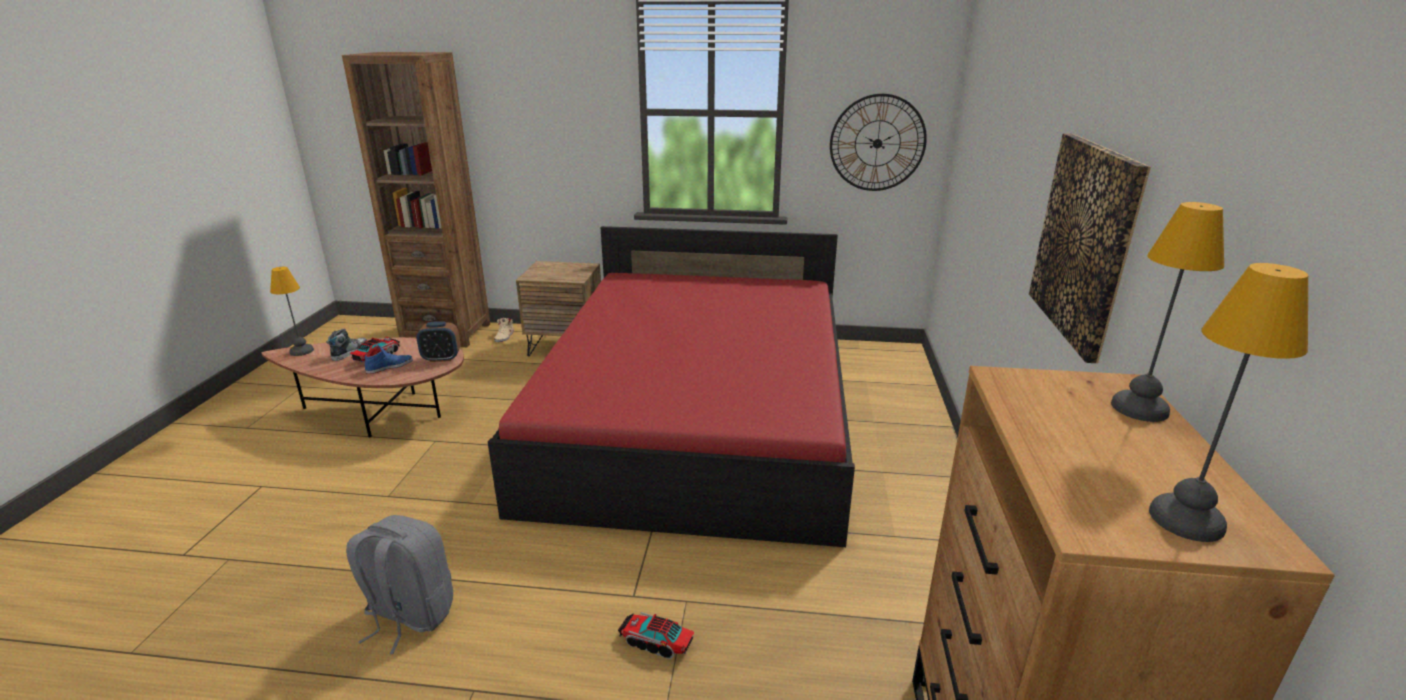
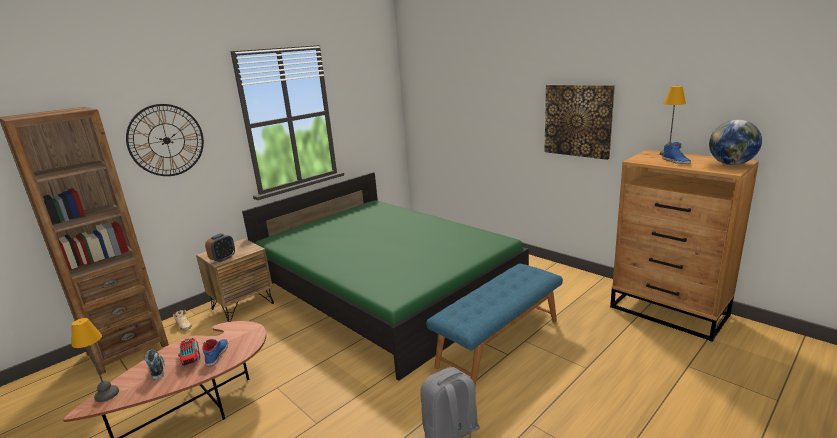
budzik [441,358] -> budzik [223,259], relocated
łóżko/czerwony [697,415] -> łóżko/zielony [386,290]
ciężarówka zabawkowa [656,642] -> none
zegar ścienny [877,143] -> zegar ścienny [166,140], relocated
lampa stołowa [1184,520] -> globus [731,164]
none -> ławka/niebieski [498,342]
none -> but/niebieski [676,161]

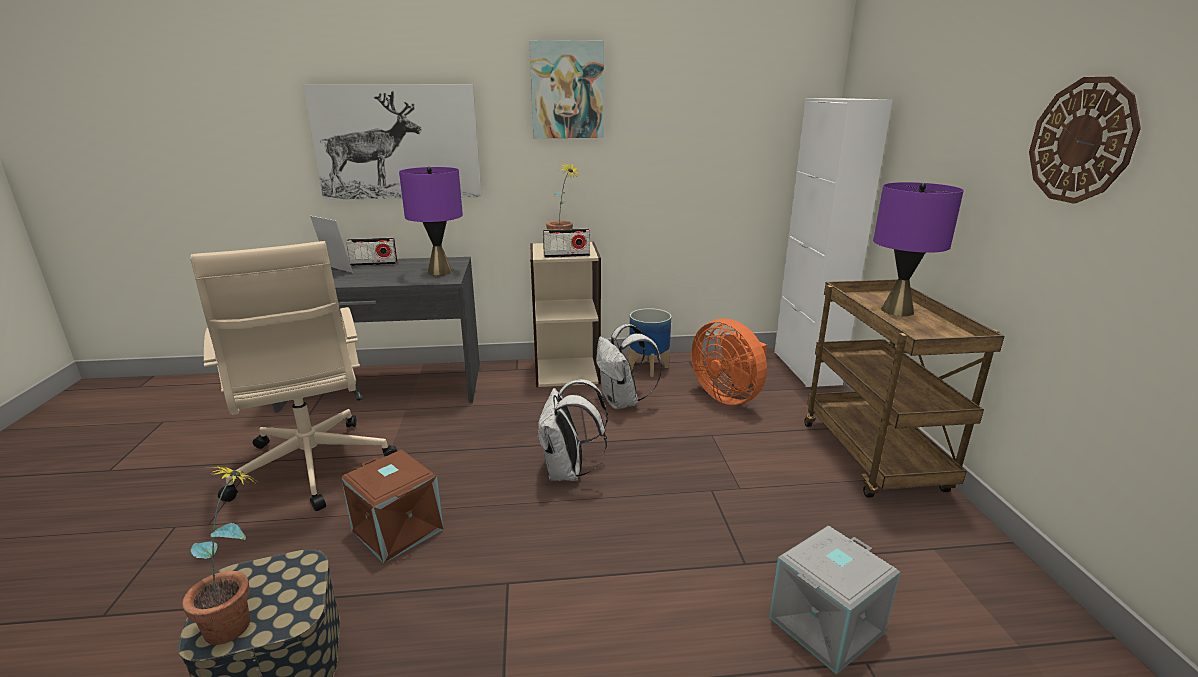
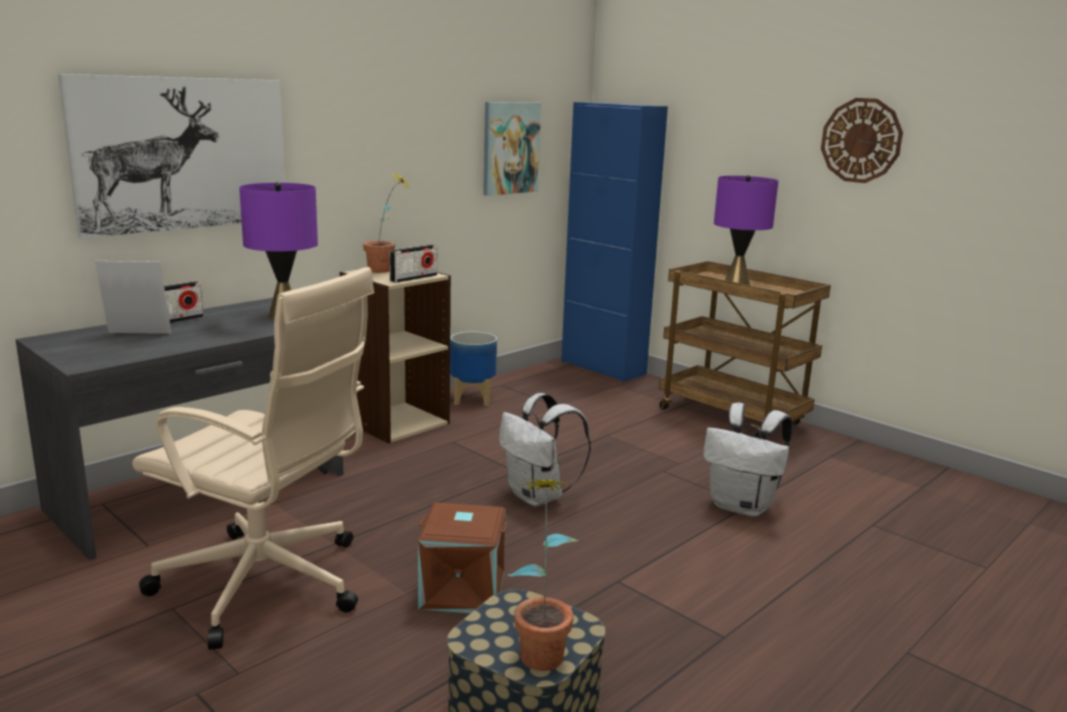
obraz [567,90] -> obraz [510,148], relocated
plecak/biały [623,402] -> plecak/biały [743,507], relocated
wentylator/pomarańczowy [729,396] -> none
pojemnik do przechowywania/szary [827,627] -> none
szafka/biały [806,368] -> szafka/niebieski [603,367]

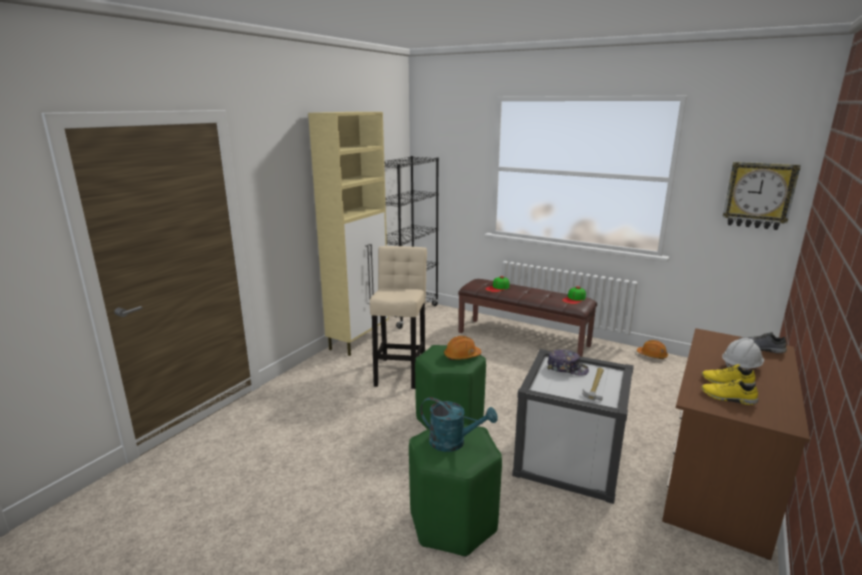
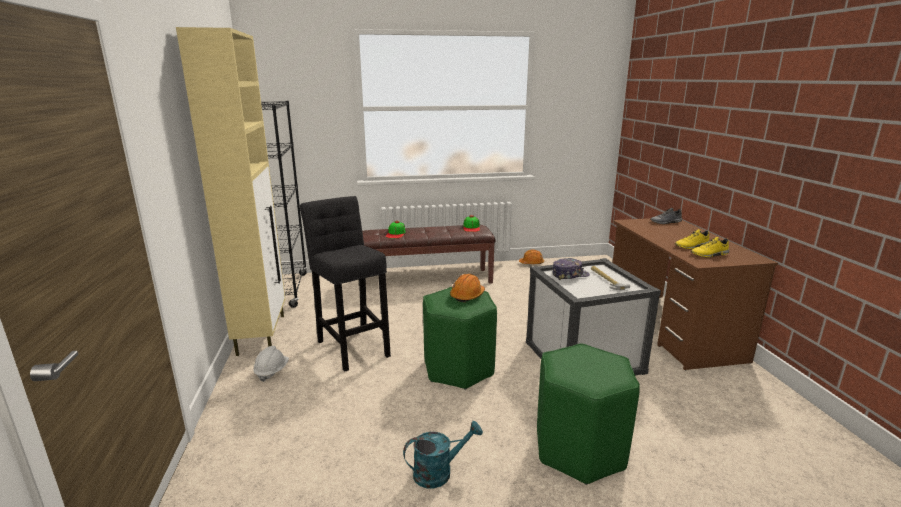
stołek/beżowy [400,371] -> stołek/czarny [352,346]
konewka/turkusowy [453,442] -> konewka/turkusowy [439,472], relocated
kask/biały [740,367] -> kask/biały [272,371], relocated
zegar ścienny [759,195] -> none

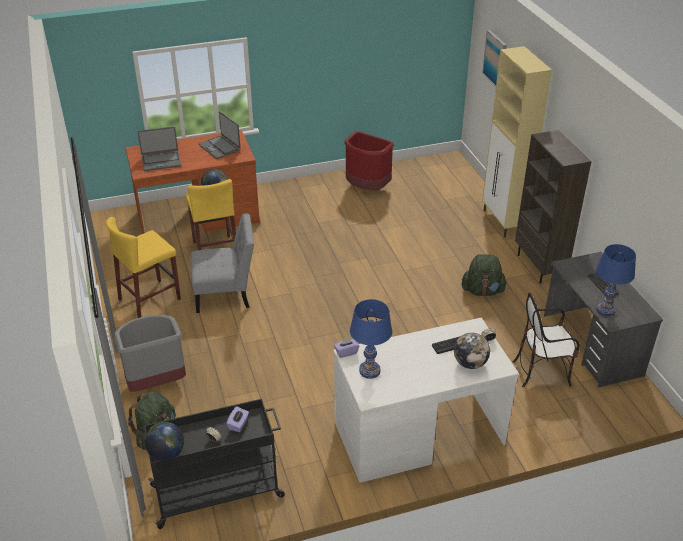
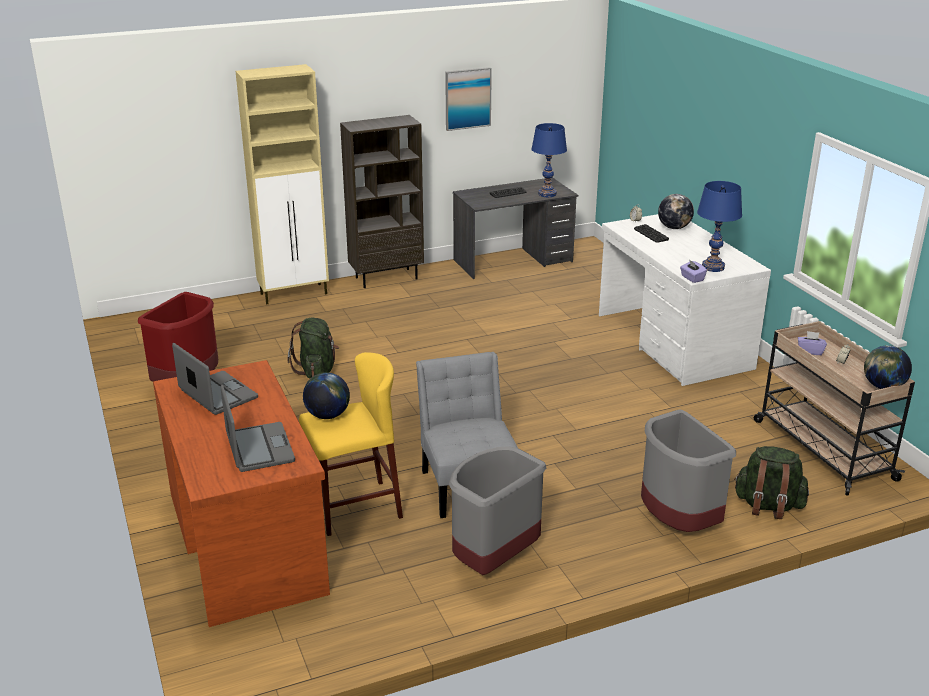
stołek/żółty [149,299] -> kosz na śmieci/szary [493,560]
wózek/czarny [219,491] -> wózek/beżowy [822,449]
laptop [220,147] -> laptop [217,394], 90 degrees counterclockwise
plecak/zielony [482,291] -> plecak/zielony [316,370], relocated
obraz [495,59] -> obraz [467,98], relocated
krzesło [542,371] -> none

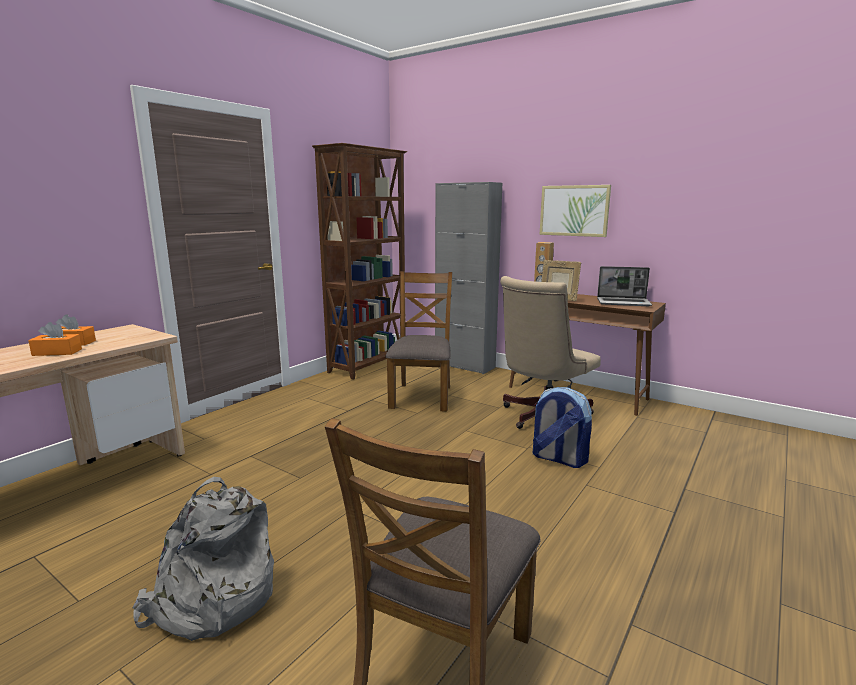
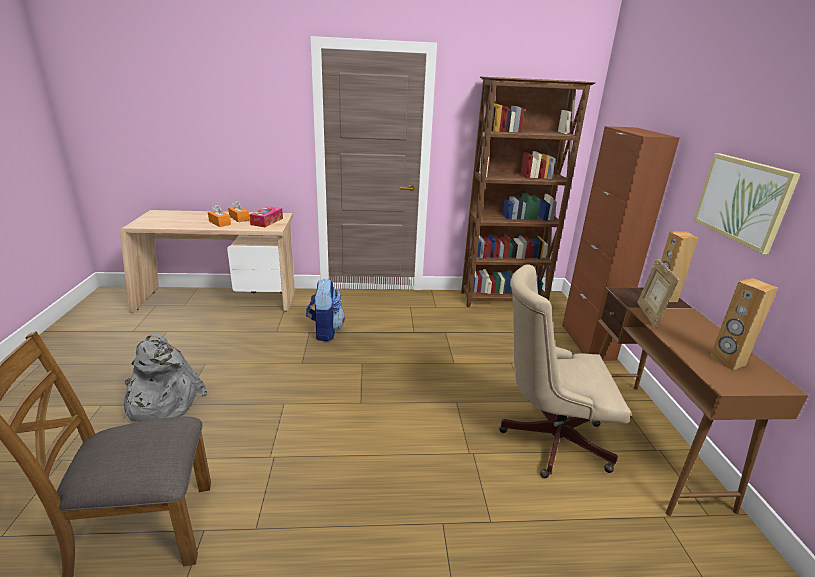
krzesło/brązowy [422,396] -> none
szafka/szary [464,365] -> szafka/brązowy [587,342]
plecak [558,458] -> plecak [325,331], relocated
laptop [624,303] -> głośnik/brązowy [727,361]
none -> pudełko chusteczek [267,221]

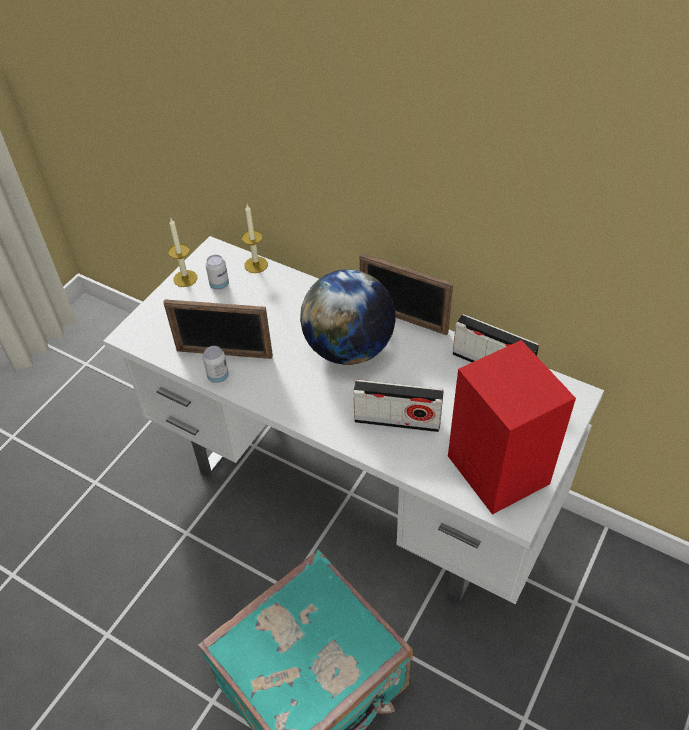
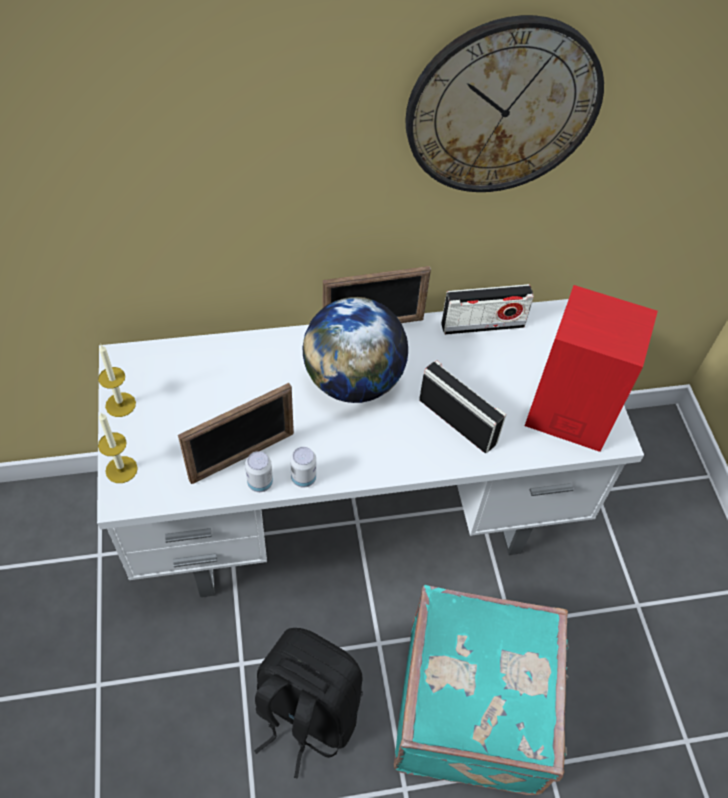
puszka [219,285] -> puszka [303,478], relocated
świeca [256,265] -> świeca [121,469], relocated
radio [397,420] -> radio [457,421], 105 degrees counterclockwise
none -> plecak/czarny [305,714]
none -> zegar ścienny [502,108]

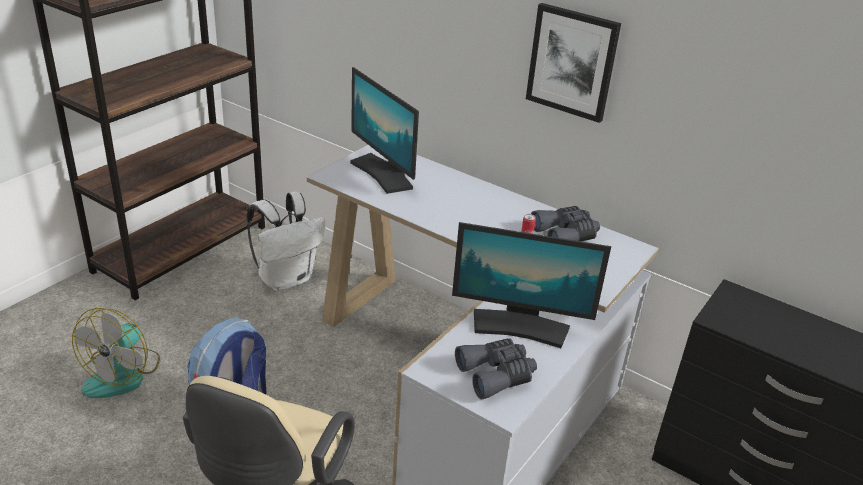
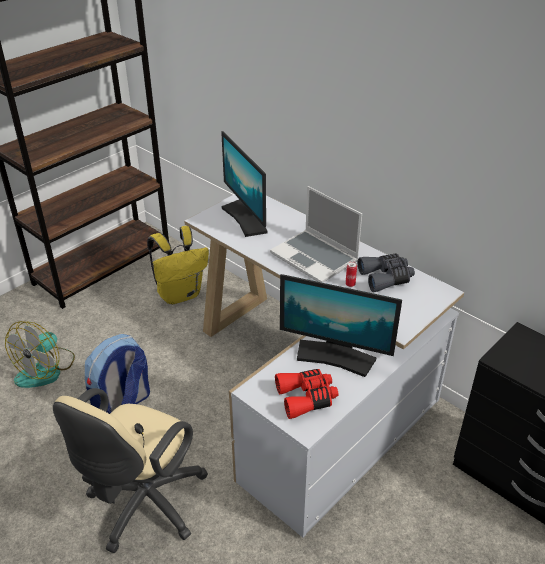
plecak/biały [286,278] -> plecak/żółty [180,294]
lornetka/szary [496,374] -> lornetka/czerwony [307,397]
obraz [572,62] -> none
none -> laptop [315,258]

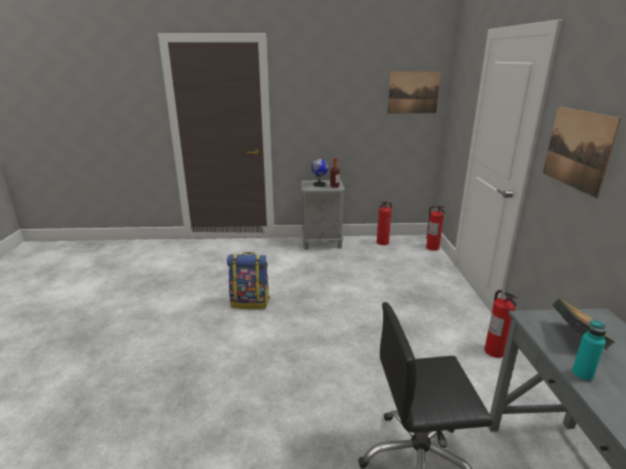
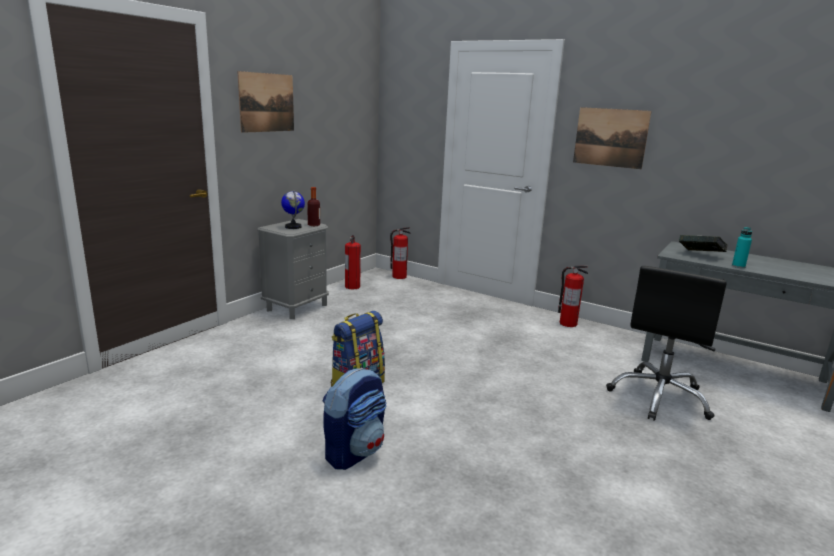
obraz [413,92] -> obraz [267,102], relocated
none -> plecak [354,452]

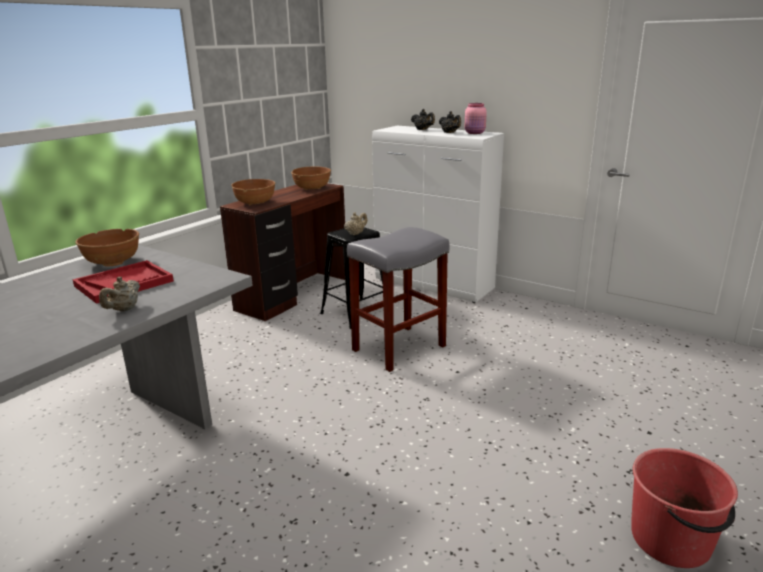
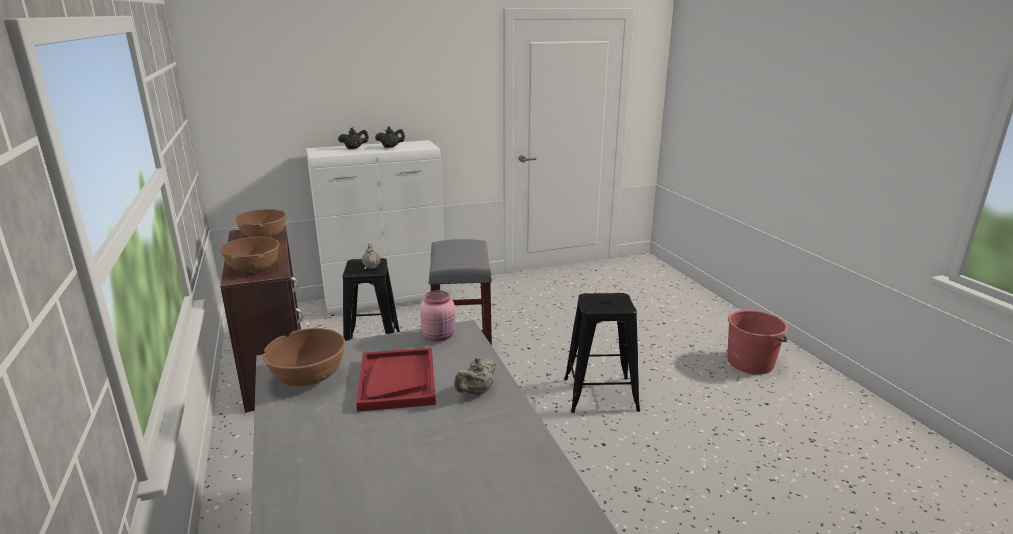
imbryk/beżowy [124,310] -> imbryk/beżowy [476,392], 75 degrees clockwise
słoik/różowy [475,133] -> słoik/różowy [439,336], relocated
none -> stołek/czarny [600,394]

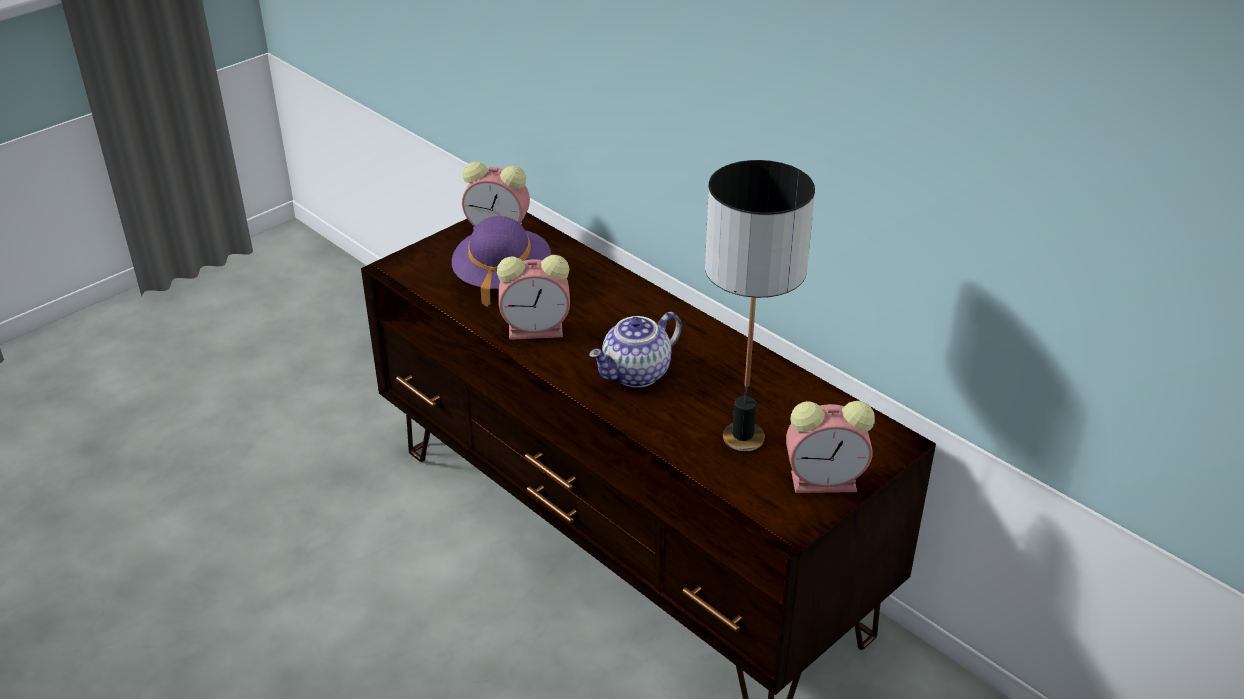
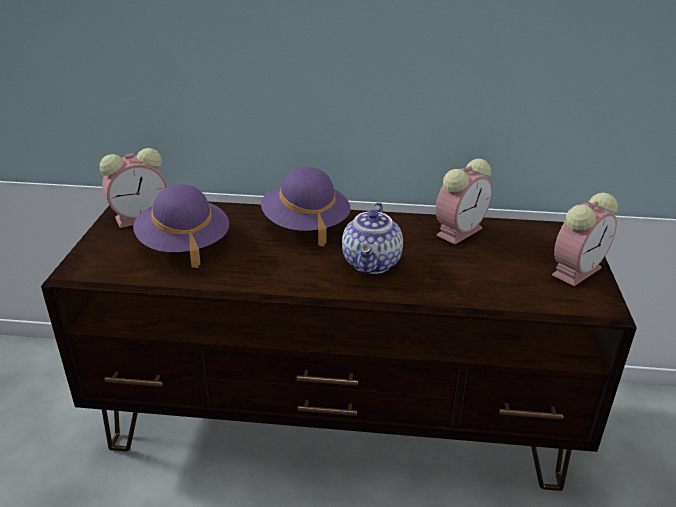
budzik [538,329] -> budzik [460,231], relocated
lampa stołowa [743,437] -> none
none -> kapelusz/fioletowy [305,225]

